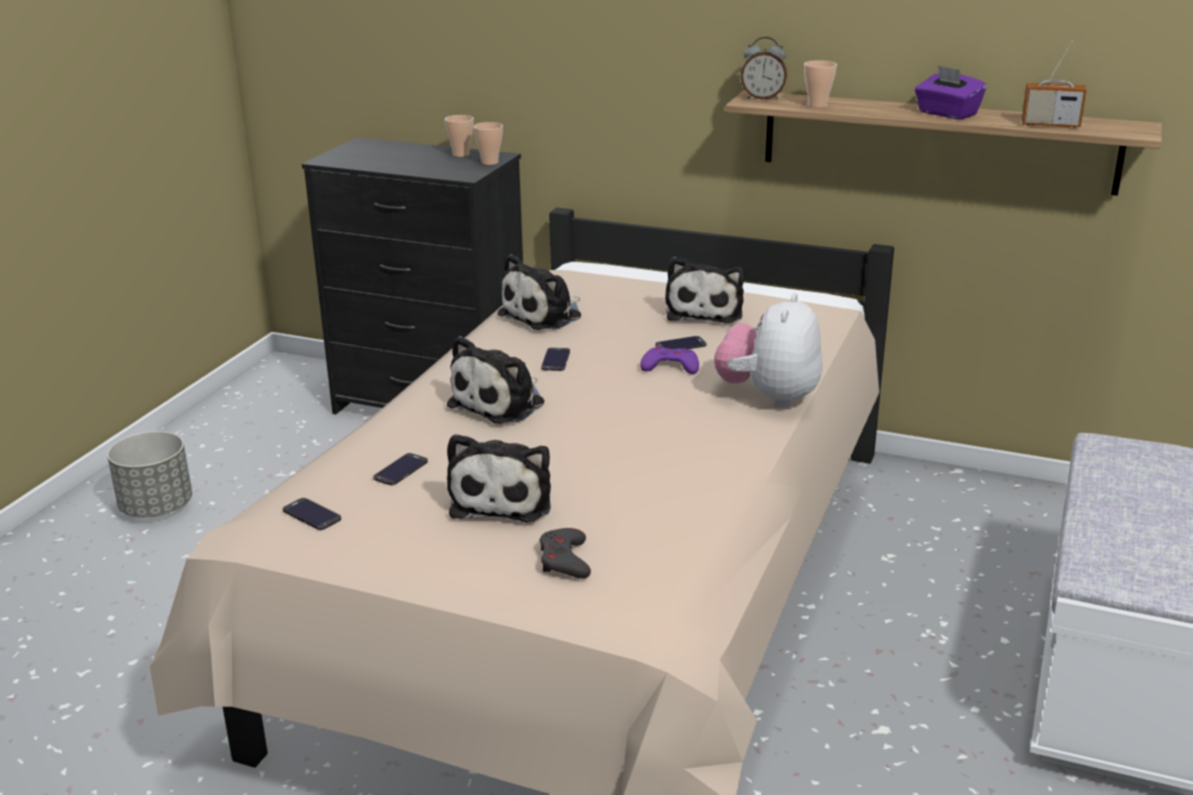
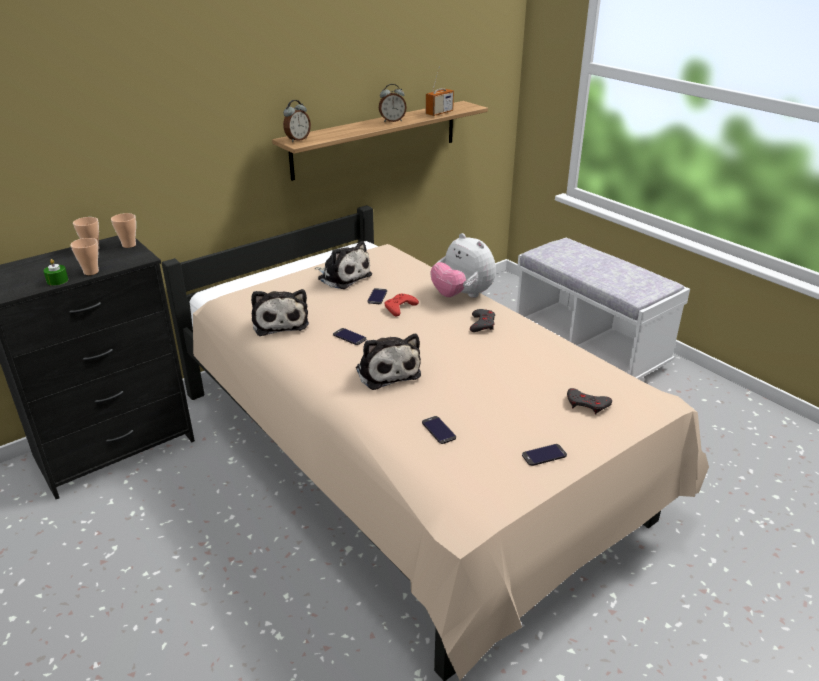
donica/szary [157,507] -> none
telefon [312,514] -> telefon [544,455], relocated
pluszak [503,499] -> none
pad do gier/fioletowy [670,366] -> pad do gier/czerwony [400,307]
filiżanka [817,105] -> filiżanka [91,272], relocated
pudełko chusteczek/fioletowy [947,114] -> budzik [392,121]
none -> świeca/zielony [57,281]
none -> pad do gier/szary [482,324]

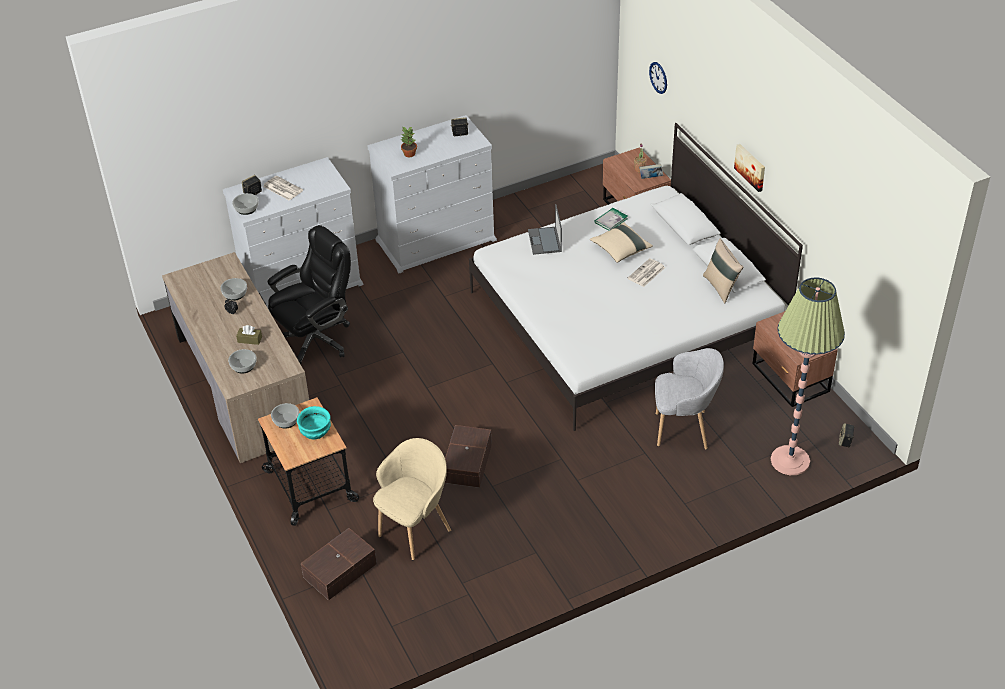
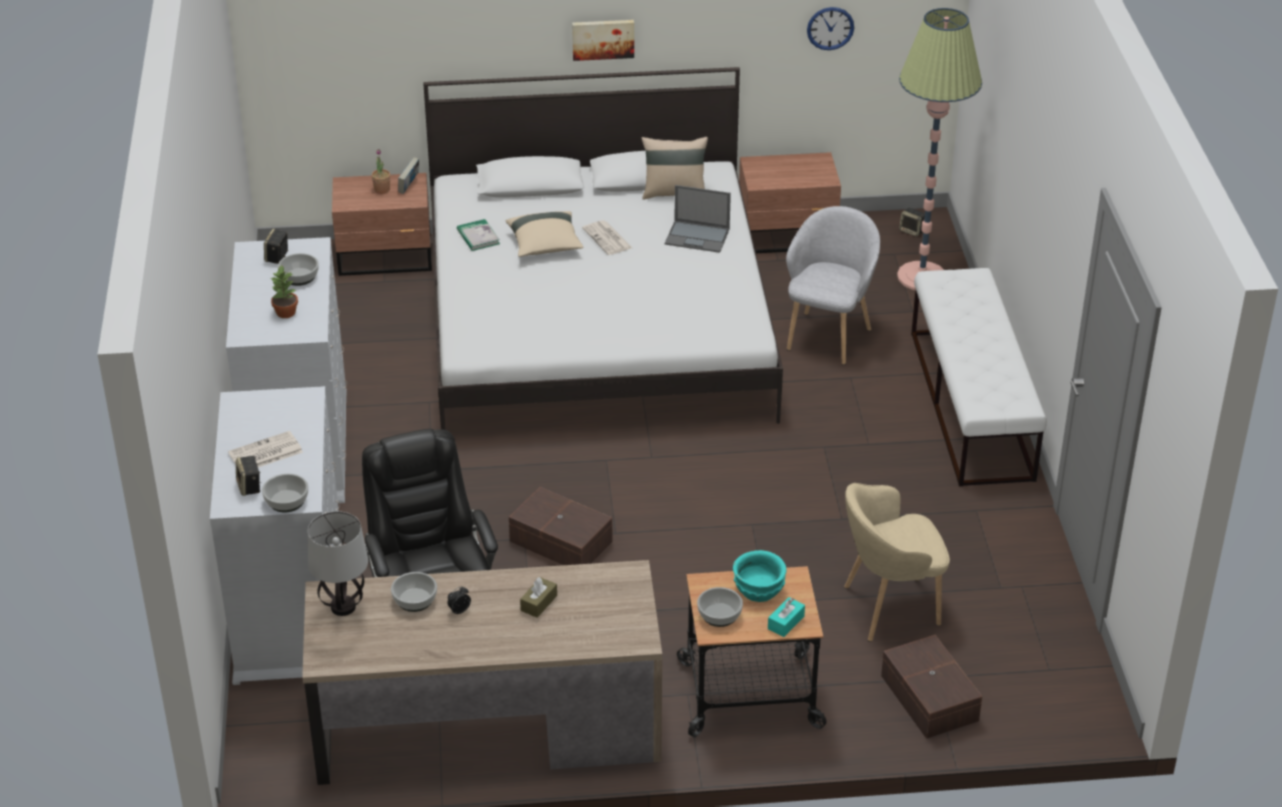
miska [244,366] -> miska [300,276], relocated
fotel/beżowy [415,530] -> fotel/beżowy [888,608], 75 degrees counterclockwise
pojemnik do przechowywania/brązowy [466,463] -> pojemnik do przechowywania/brązowy [561,543], relocated
laptop [545,241] -> laptop [698,237], relocated
zegar ścienny [658,77] -> zegar ścienny [830,28], relocated
none -> lampa stołowa [343,606]
none -> pudełko chusteczek/turkusowy [786,622]
none -> ławka/biały [971,405]

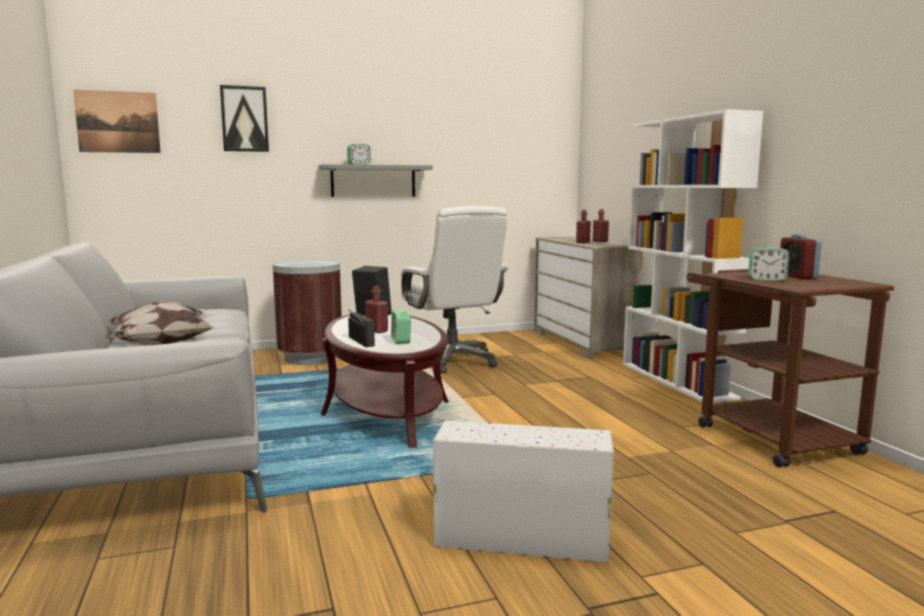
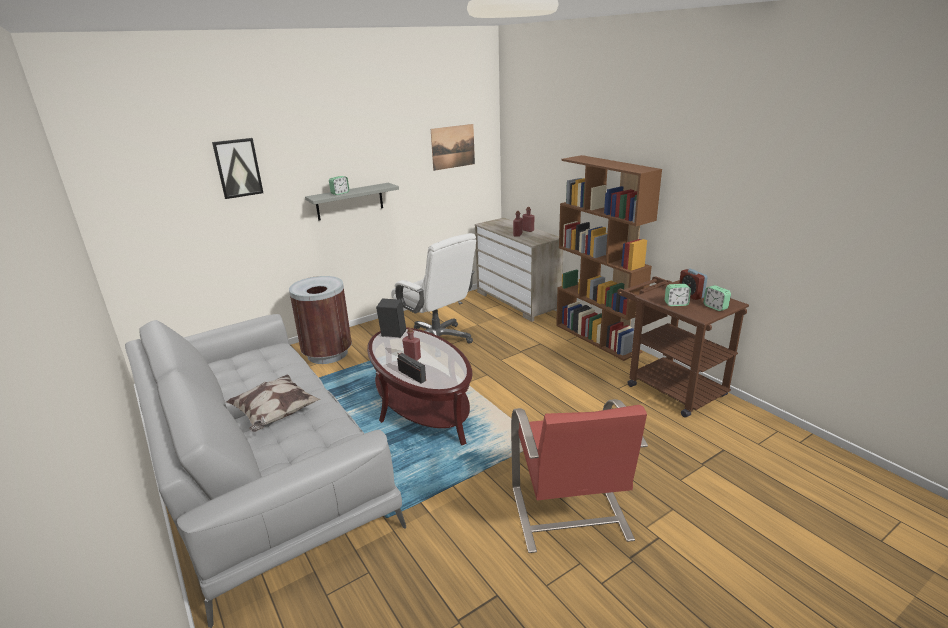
obraz [118,122] -> obraz [453,147], relocated
budzik [401,341] -> budzik [715,307], relocated
pojemnik do przechowywania/biały [519,539] -> fotel/czerwony [570,514]
regał/biały [677,380] -> regał/brązowy [598,338]

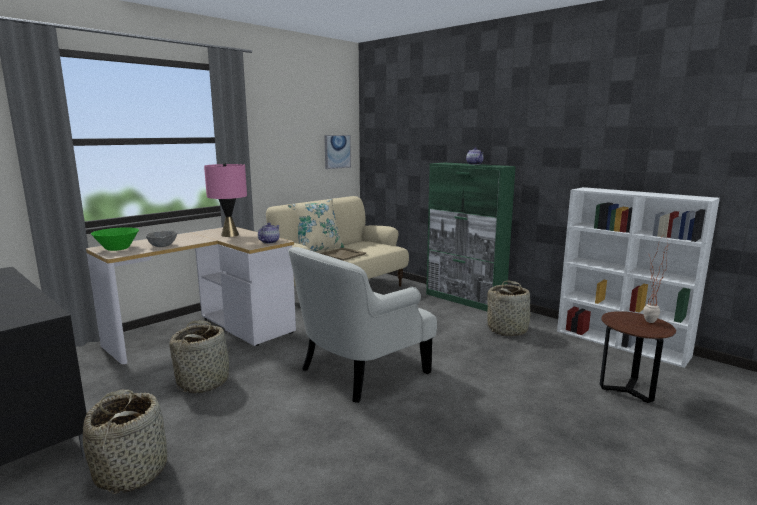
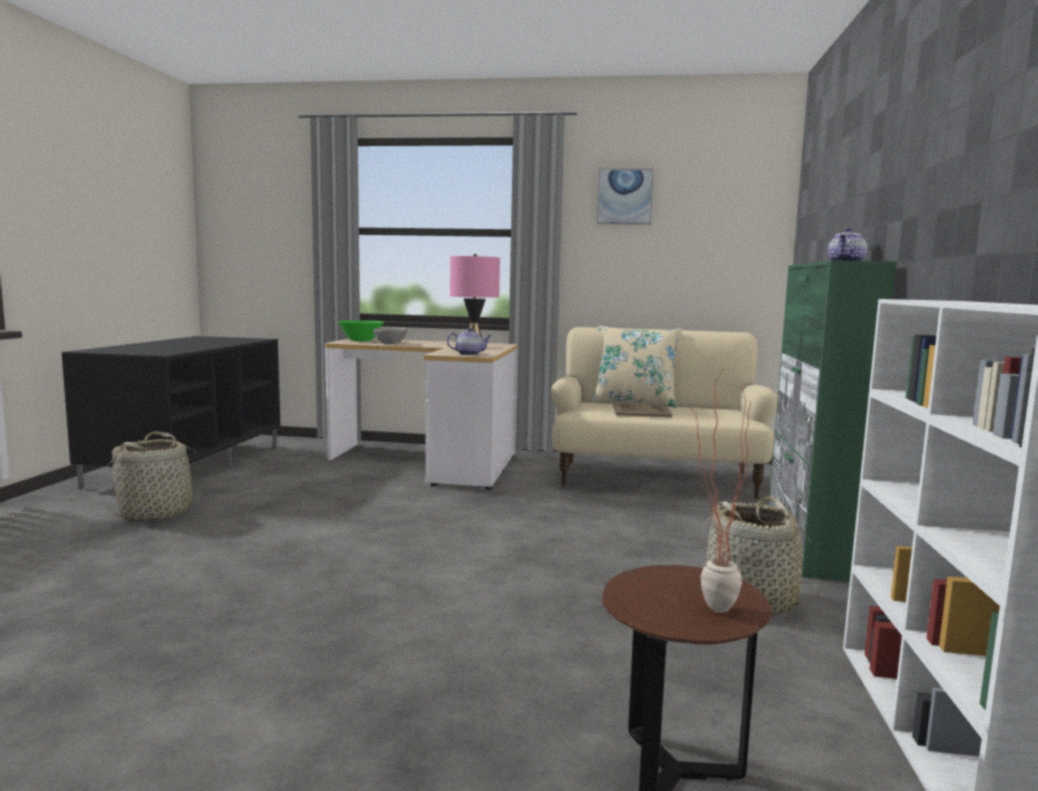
koszyk [204,382] -> none
fotel/biały [360,370] -> none
obraz [337,151] -> obraz [624,197], relocated

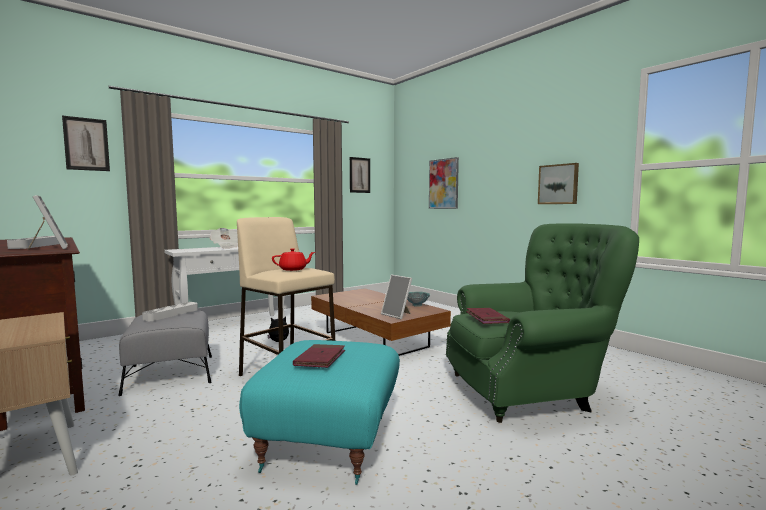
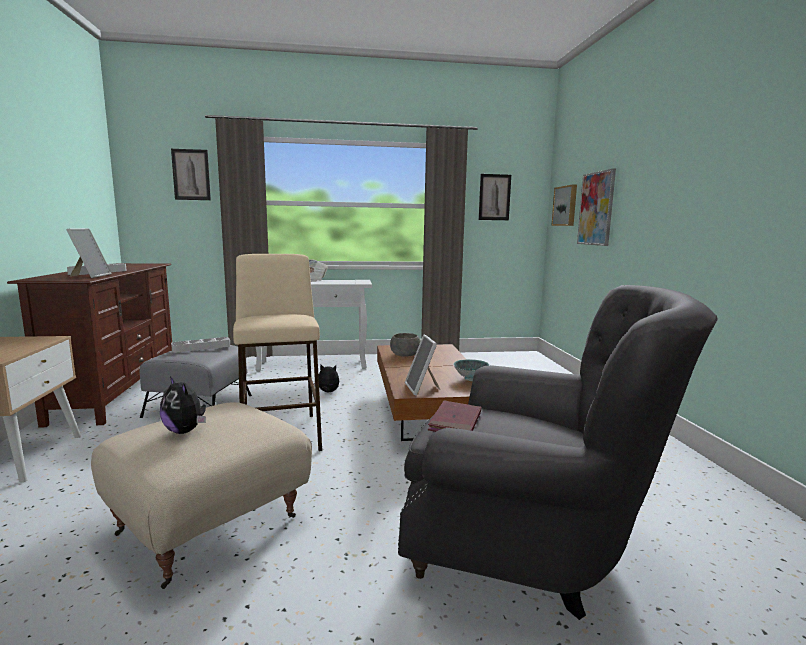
pufa/turkusowy [327,443] -> pufa/beżowy [208,526]
imbryk/czerwony [293,269] -> none
książka/czerwony [320,359] -> pluszak [185,431]
fotel/zielony [530,391] -> fotel/szary [529,545]
obraz [558,184] -> obraz [565,206], relocated
none -> miska/szary [405,355]

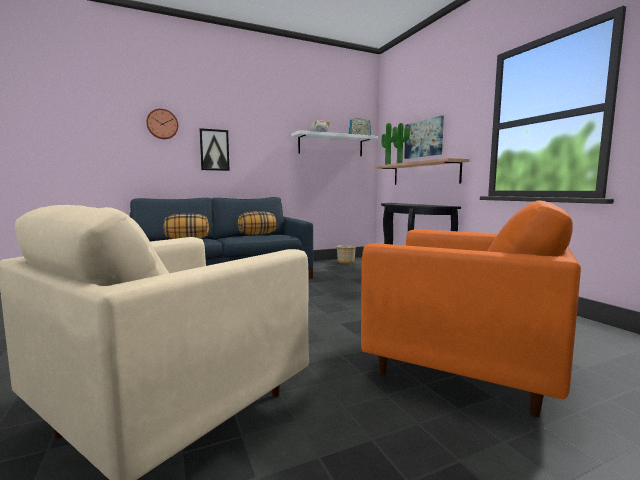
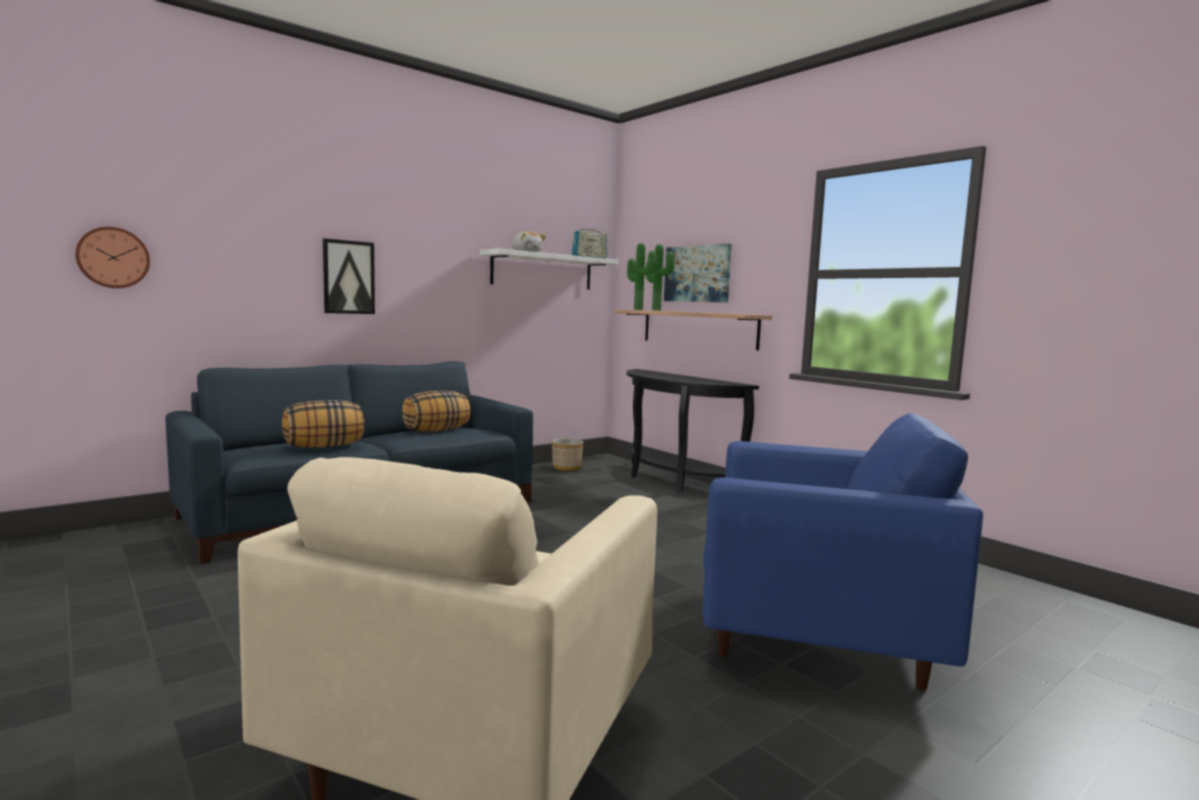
zegar ścienny [162,124] -> zegar ścienny [113,257], relocated
fotel/pomarańczowy [460,369] -> fotel/niebieski [816,638]

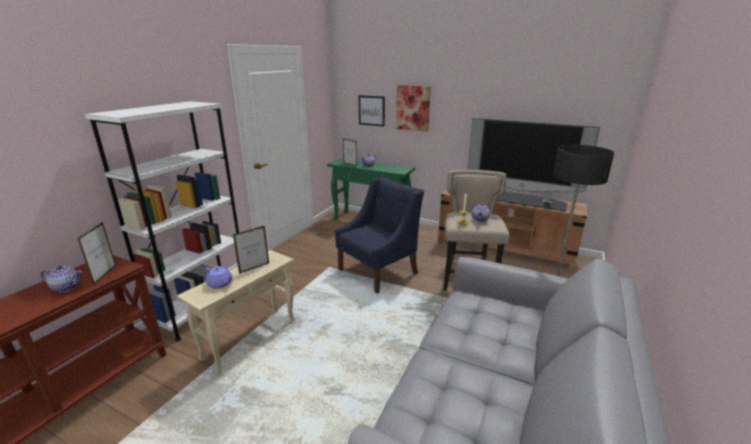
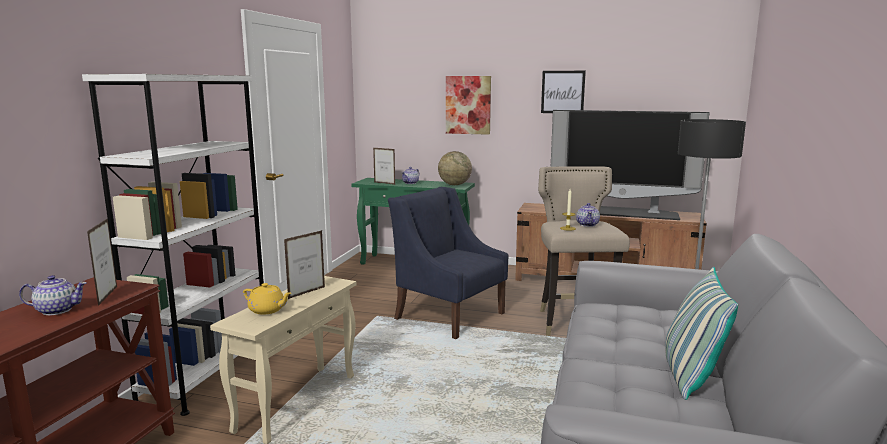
imbryk/fioletowy [220,284] -> imbryk/żółty [267,310]
fotel/niebieski [378,271] -> fotel/niebieski [449,315], 90 degrees counterclockwise
obraz [371,110] -> obraz [563,92], relocated
none -> globus [454,185]
none -> poduszka [690,376]

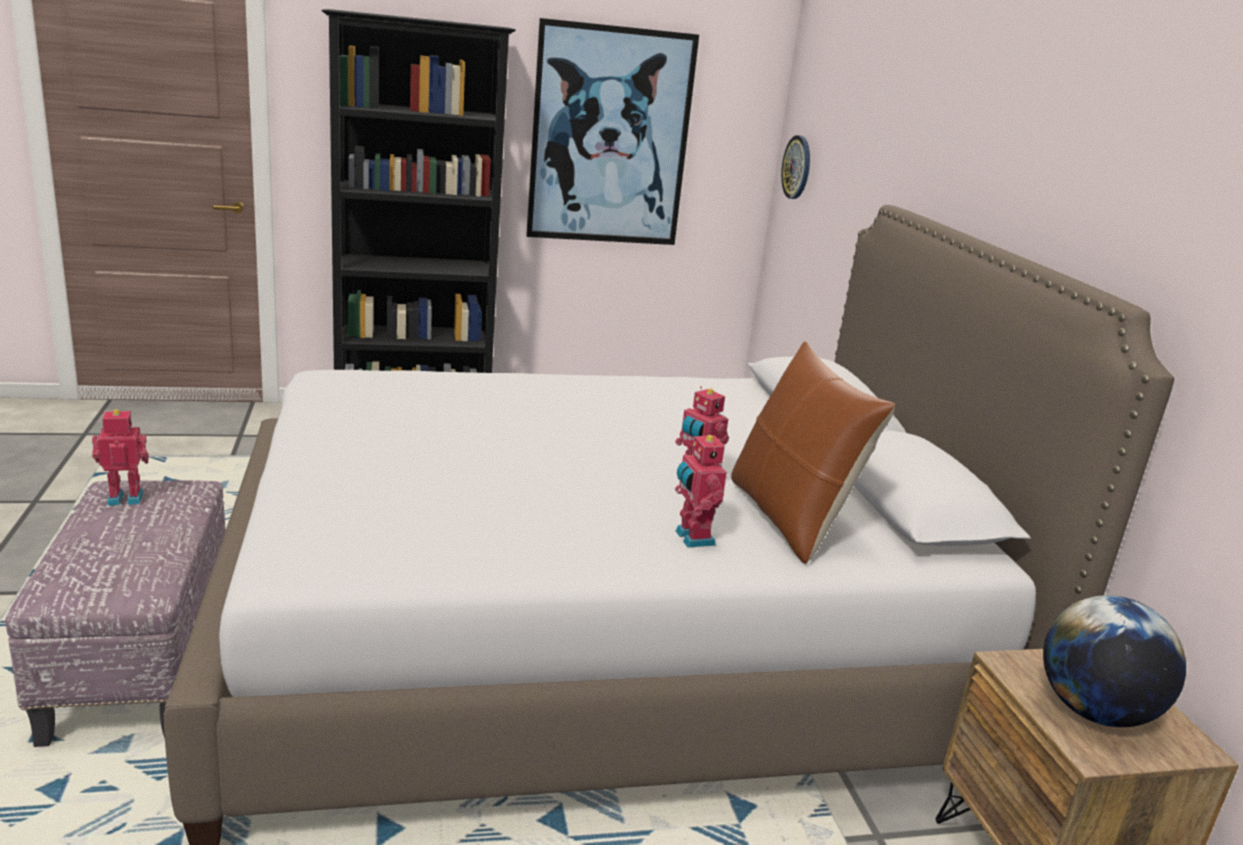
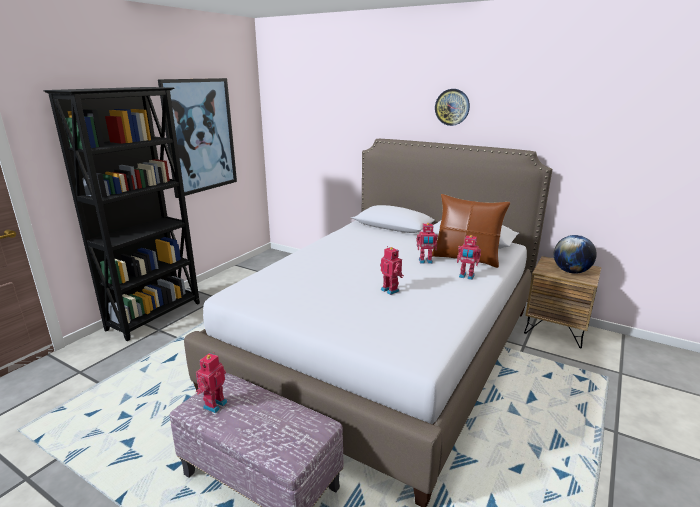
zegar ścienny [797,167] -> zegar ścienny [452,107], relocated
none -> robot zabawkowy [390,290]

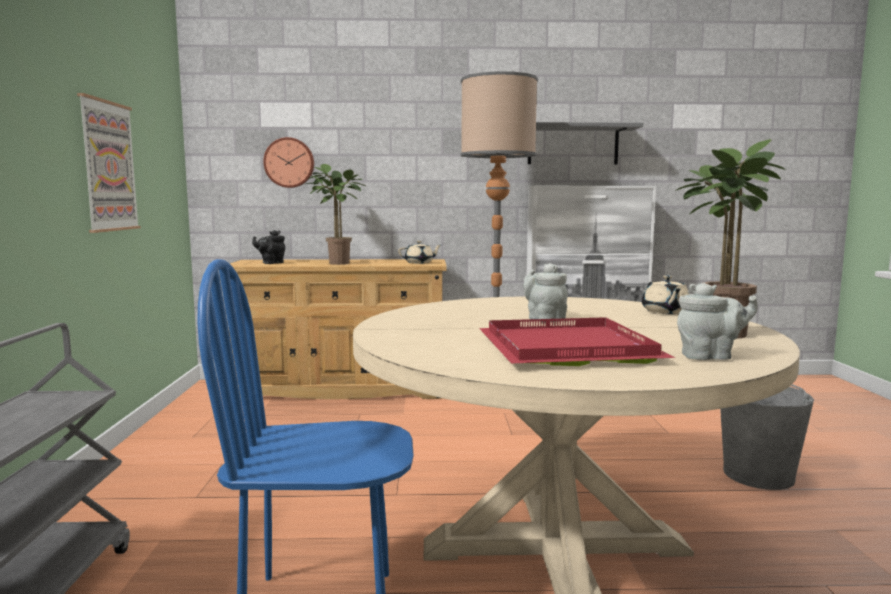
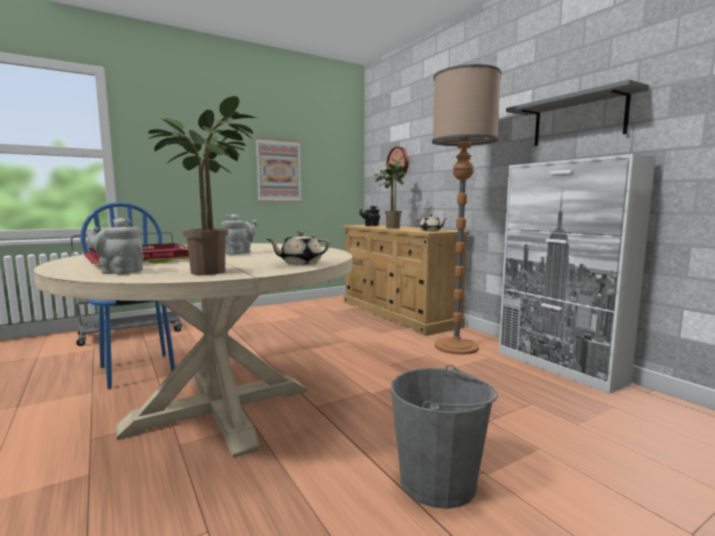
imbryk/szary [710,357] -> imbryk/szary [119,272], 135 degrees clockwise

